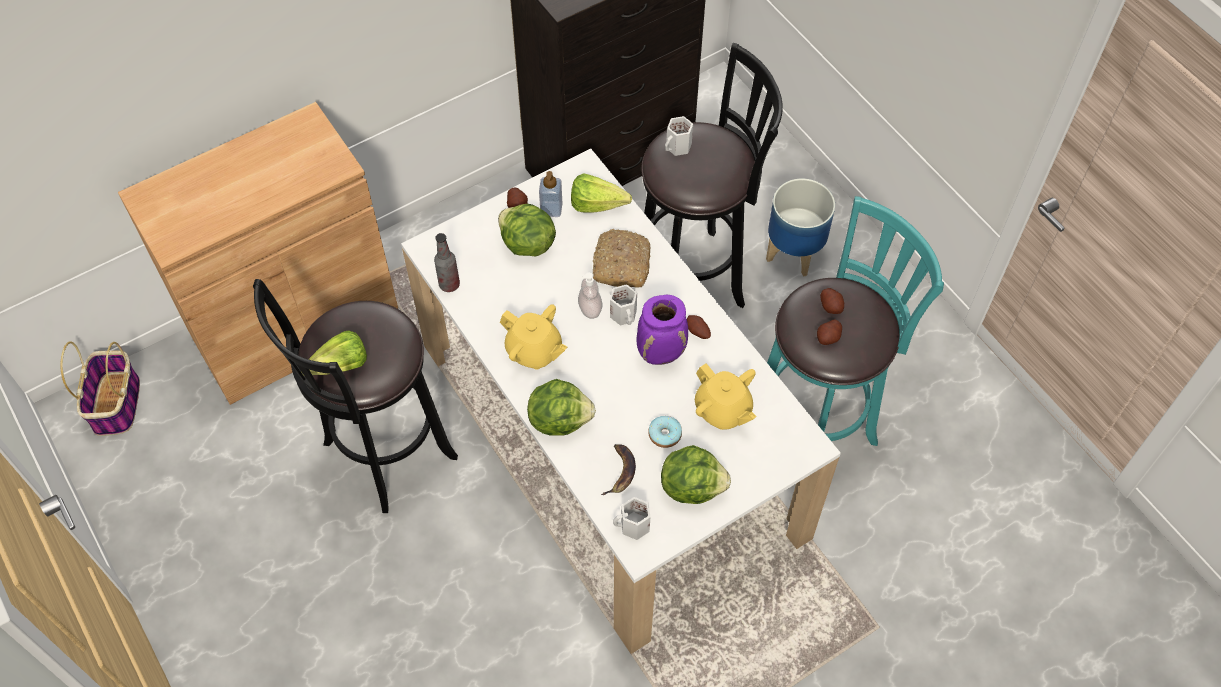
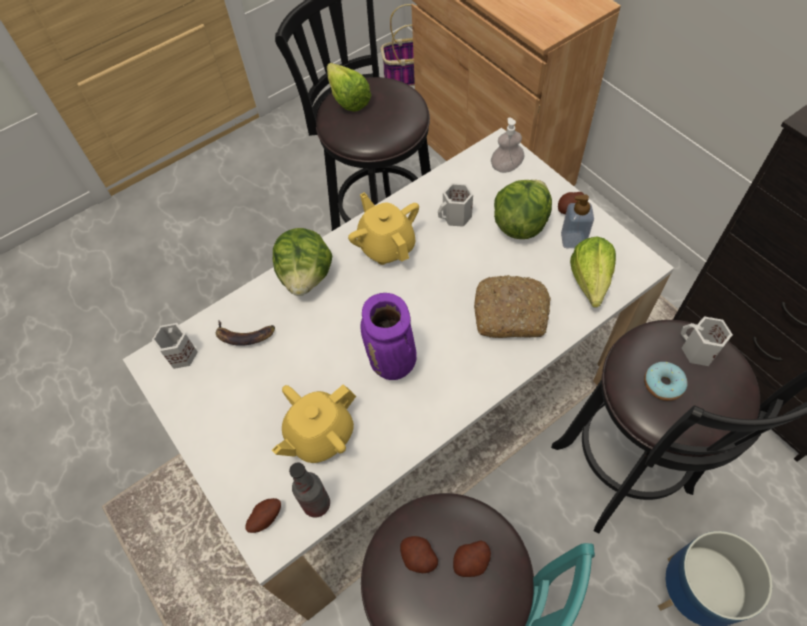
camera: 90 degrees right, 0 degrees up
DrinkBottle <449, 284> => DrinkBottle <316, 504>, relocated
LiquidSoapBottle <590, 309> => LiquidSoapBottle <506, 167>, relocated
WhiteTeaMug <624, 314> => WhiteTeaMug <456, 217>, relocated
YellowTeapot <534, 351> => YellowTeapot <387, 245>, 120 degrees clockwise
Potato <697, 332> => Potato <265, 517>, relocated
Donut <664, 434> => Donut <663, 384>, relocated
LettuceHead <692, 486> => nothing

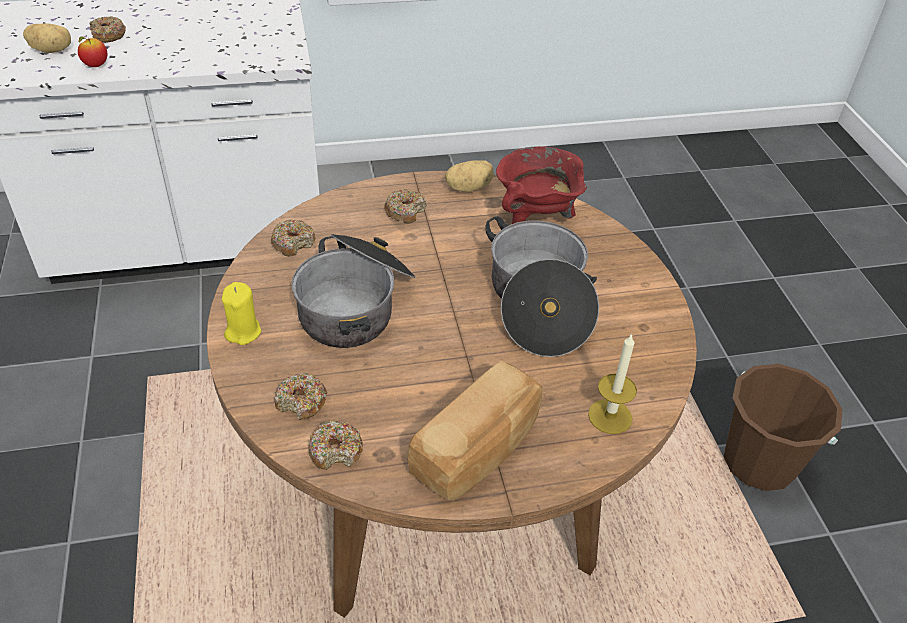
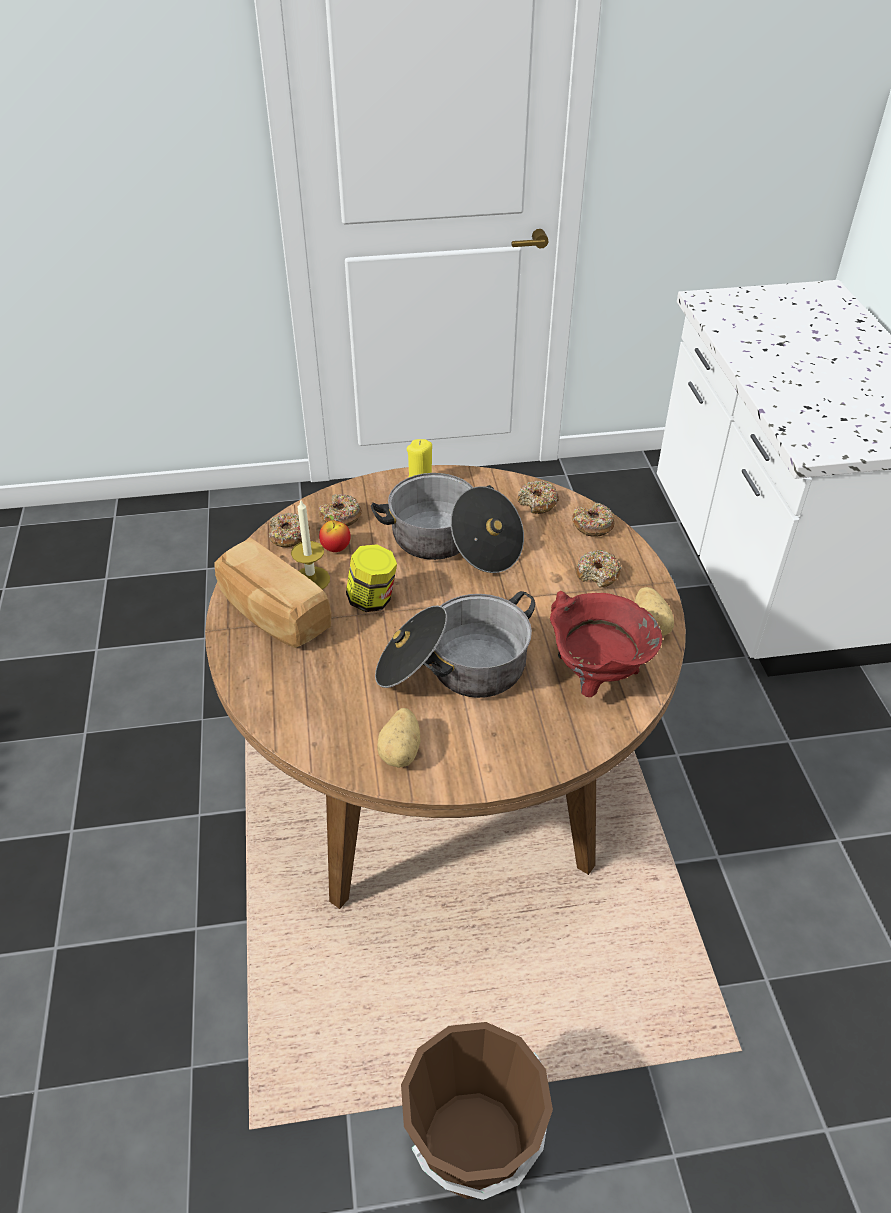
camera: 95 degrees right, 0 degrees up
Donut <108, 35> => Donut <592, 525>, relocated
Potato <52, 50> => Potato <401, 751>, relocated
Apple <96, 65> => Apple <335, 548>, relocated
Candle <610, 416> => Candle <311, 579>, relocated
nothing => PreserveJar <372, 600>

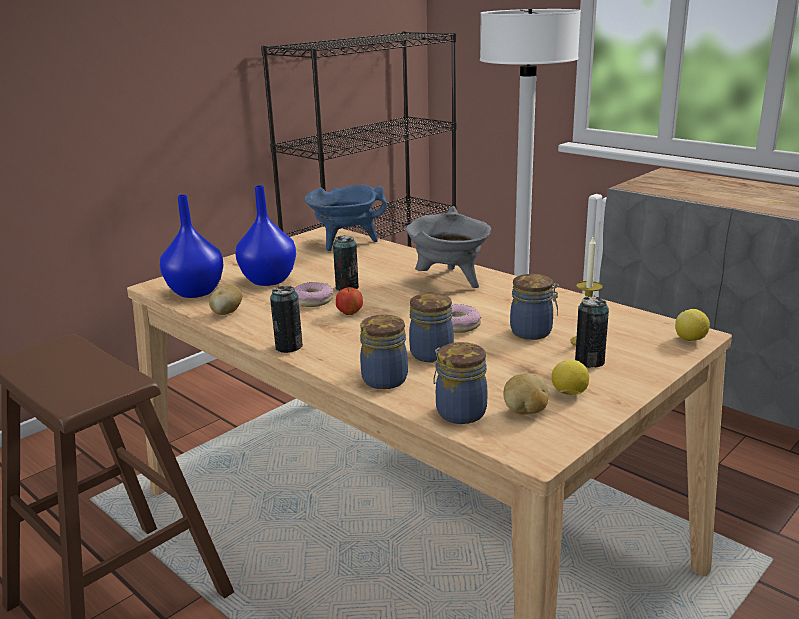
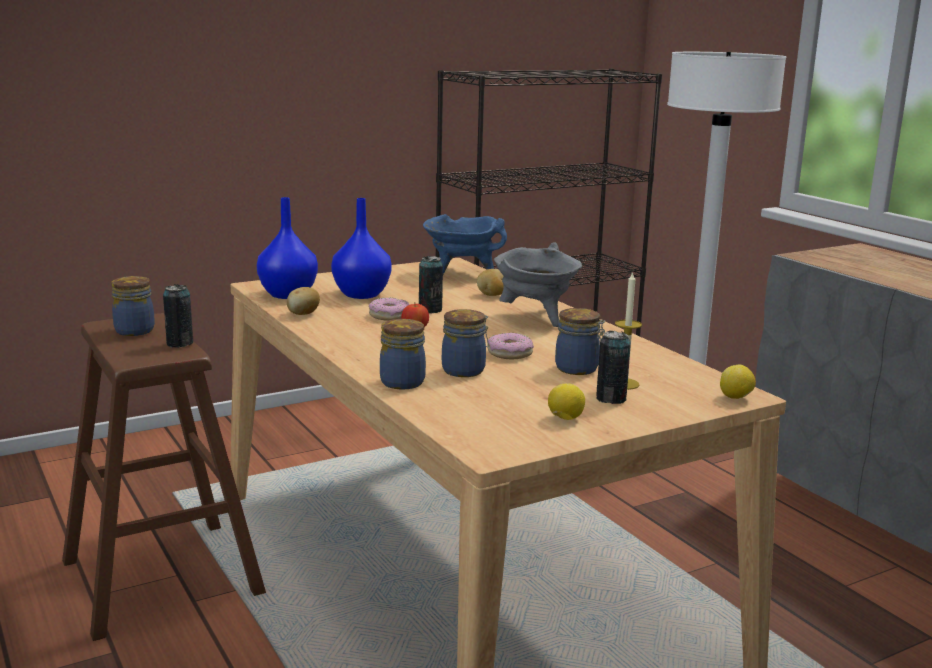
camera: 15 degrees right, 5 degrees down
Can <289, 347> => Can <180, 343>, relocated
PreserveJar <459, 412> => PreserveJar <134, 330>, relocated
Potato <525, 411> => Potato <492, 295>, relocated

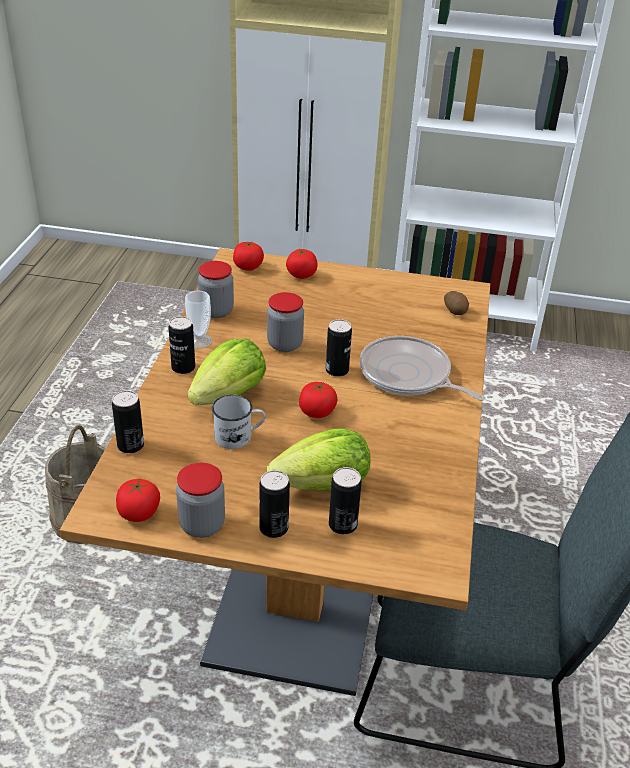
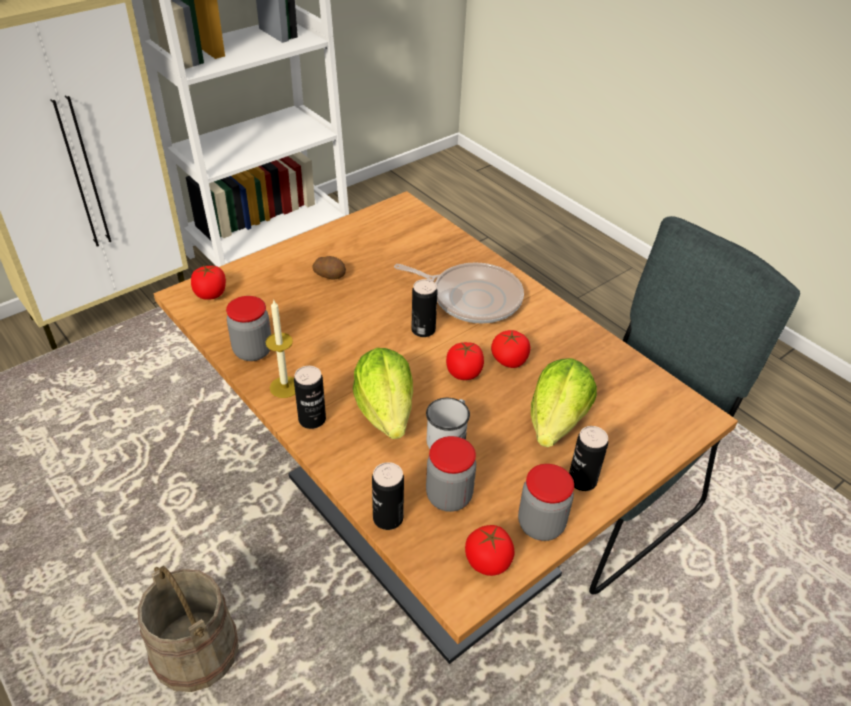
camera: 50 degrees left, 5 degrees up
WholeTomato <301, 274> => WholeTomato <509, 360>, relocated
Cup <199, 341> => Candle <284, 387>
Potato <455, 310> => Potato <330, 275>, relocated
PreserveJar <284, 344> => PreserveJar <449, 496>, relocated
Skillet <408, 375> => Skillet <472, 298>, 150 degrees counterclockwise
Can <342, 525> => nothing

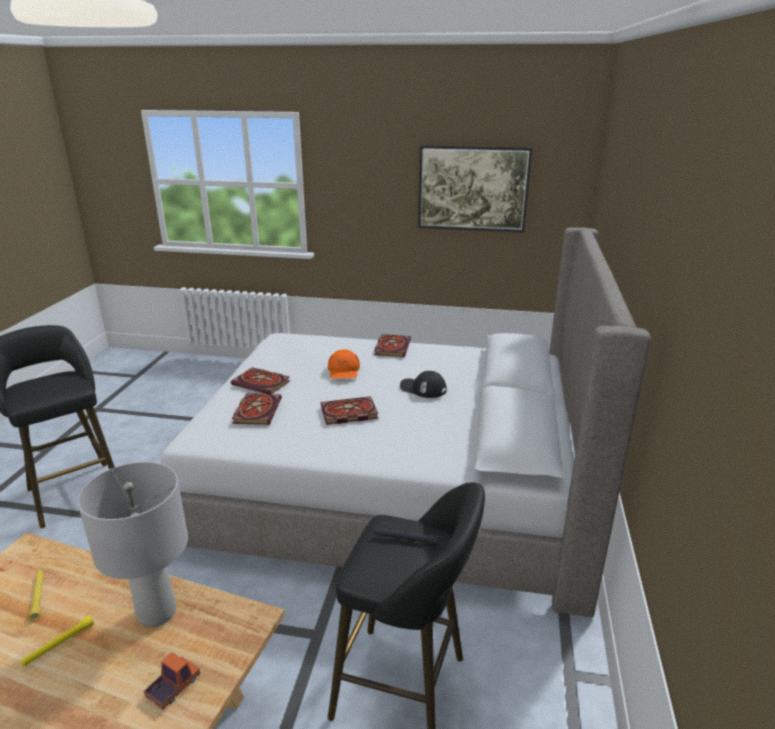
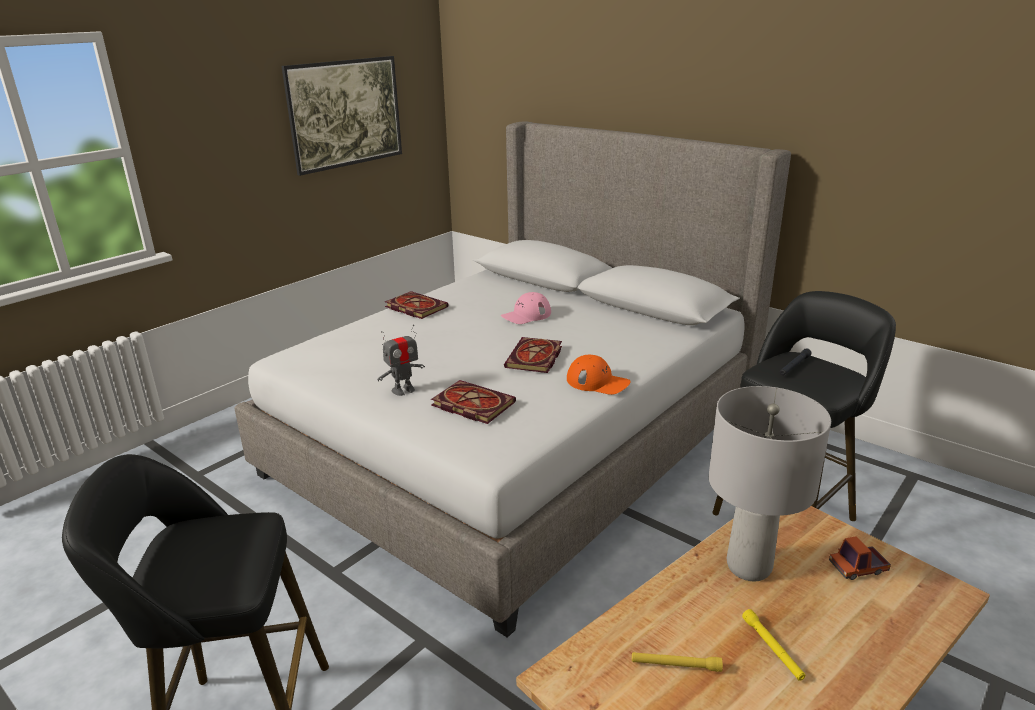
camera: 60 degrees left, 0 degrees up
OrangeColouredCap <343, 370> => OrangeColouredCap <598, 382>, relocated
Book <262, 383> => RobotFigure <403, 390>
BlackCap <423, 388> => PinkColouredCap <526, 315>
ModelTruck <173, 687> => ModelTruck <858, 568>, 75 degrees counterclockwise

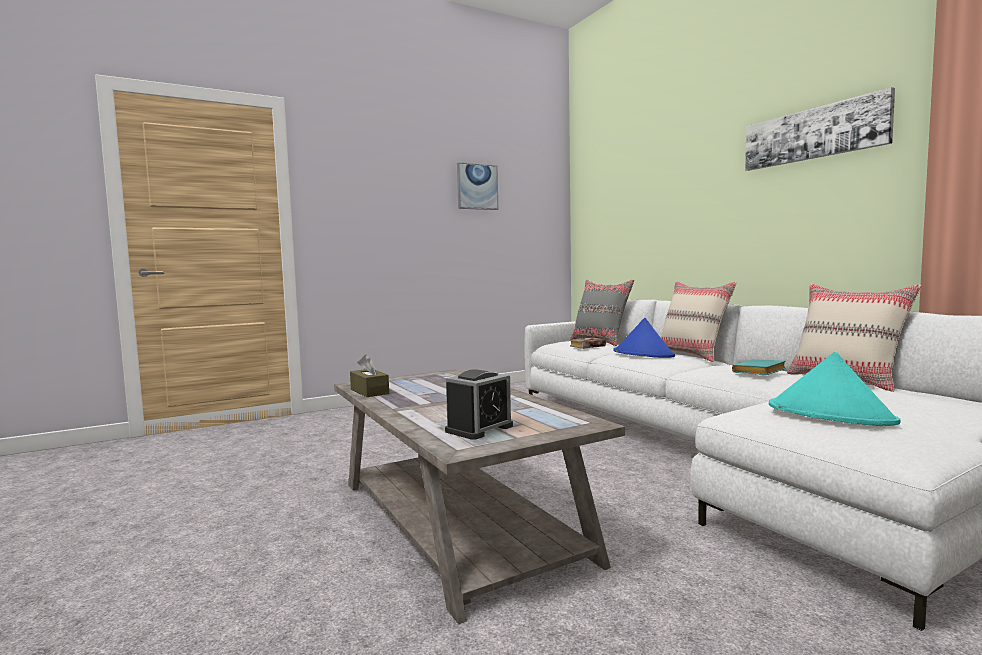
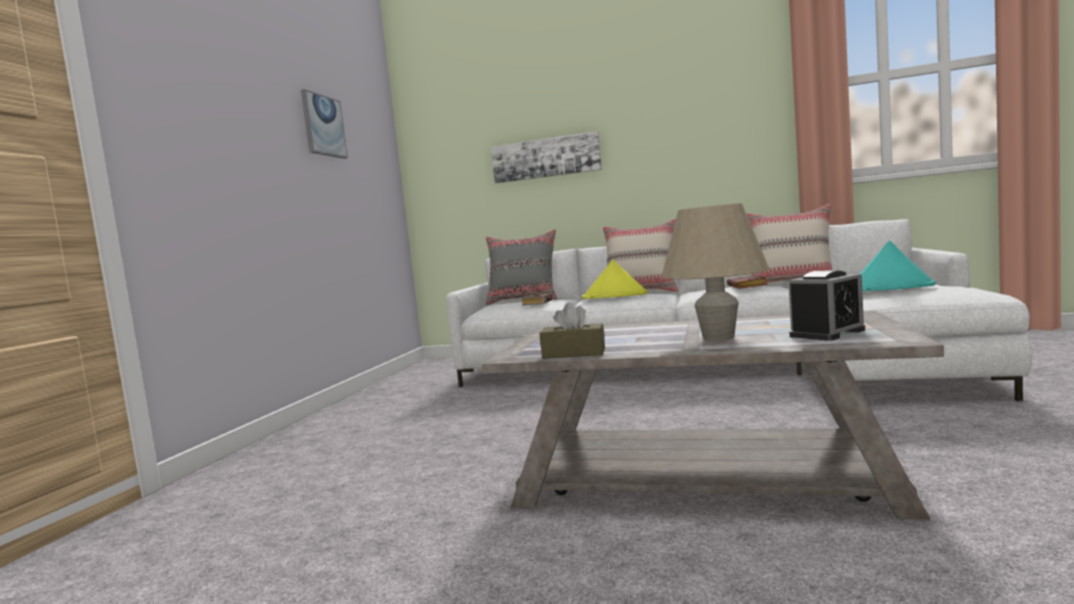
camera: 45 degrees left, 0 degrees up
Picture <813, 134> => Picture <545, 158>, relocated
BlueColouredWearableHat <643, 354> => YellowWearableHat <615, 296>
TurquoiseBook <760, 372> => BrownishBook <748, 286>
TableClock <479, 428> => TableClock <827, 333>, 60 degrees clockwise
nothing => BeigeColouredTableLamp <718, 337>

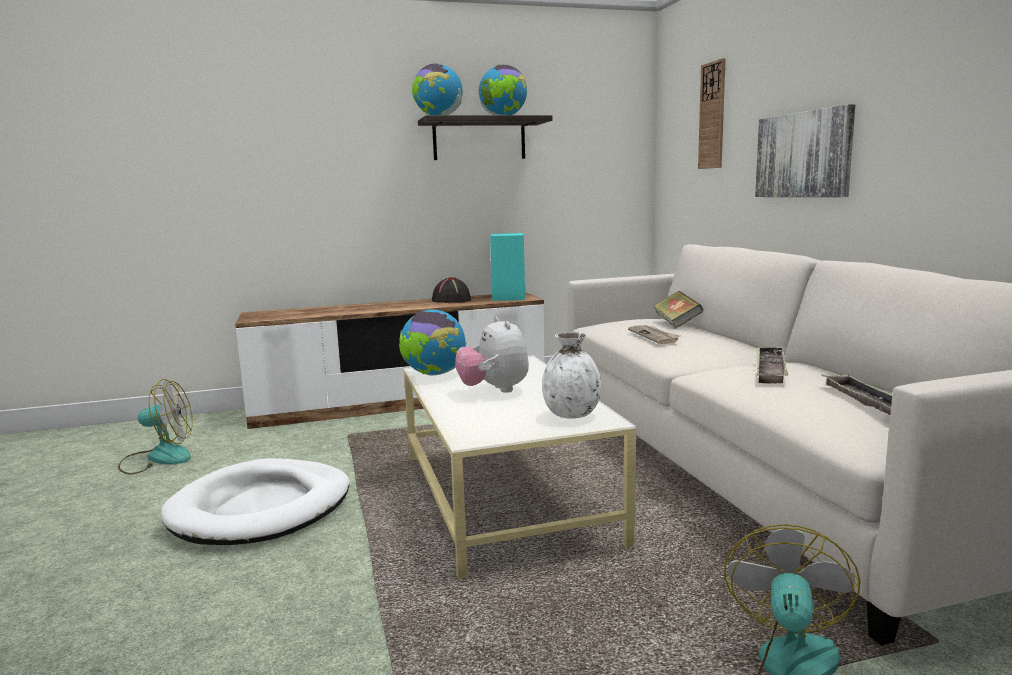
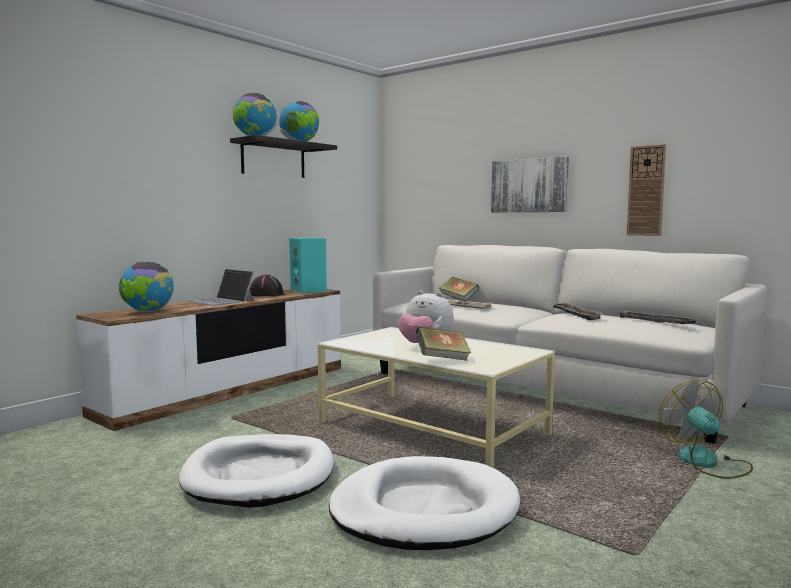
camera: 35 degrees left, 5 degrees down
ClockOnTheWall <712, 116> => ClockOnTheWall <646, 191>, relocated
WorldGlobe <434, 374> => WorldGlobe <148, 311>, relocated
WhiteVase <571, 415> => nothing
ElectricFan <158, 458> => nothing
nothing => NotebookComputer <222, 301>
nothing => Book <442, 359>
nothing => WhiteDogCushion <424, 510>

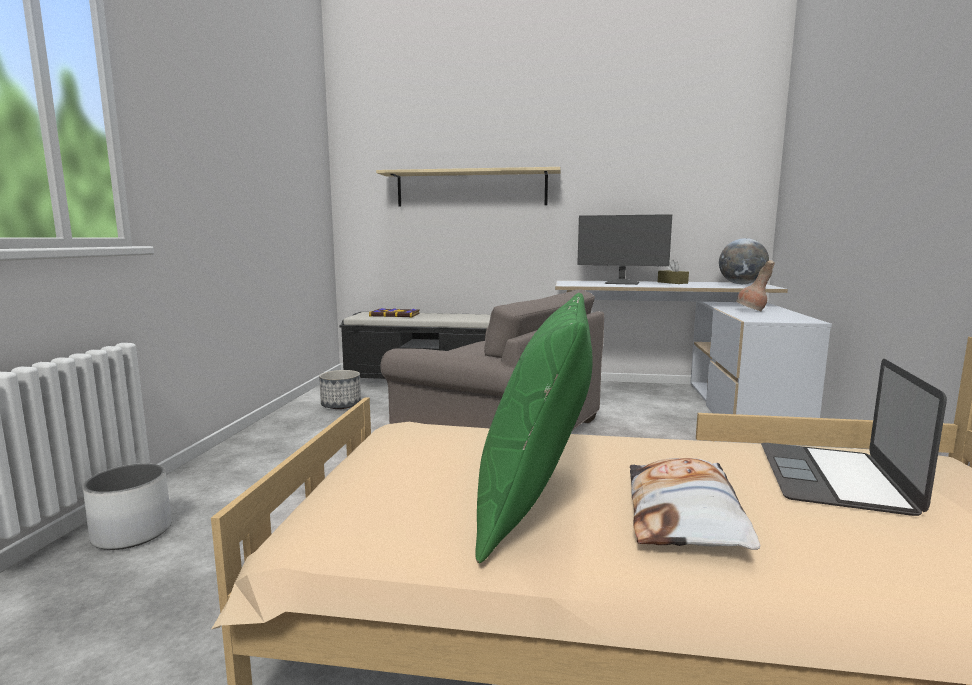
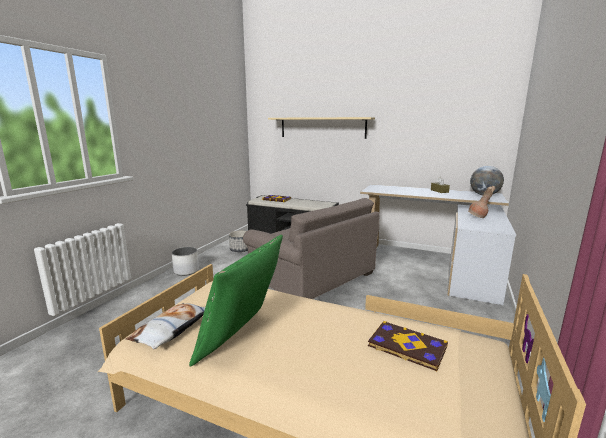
camera: 15 degrees right, 5 degrees up
Monitor <622, 283> => nothing
NotebookComputer <833, 477> => Book <407, 347>
Pillow <685, 515> => Pillow <172, 329>, relocated
WhitePlanter <132, 533> => WhitePlanter <186, 271>, relocated

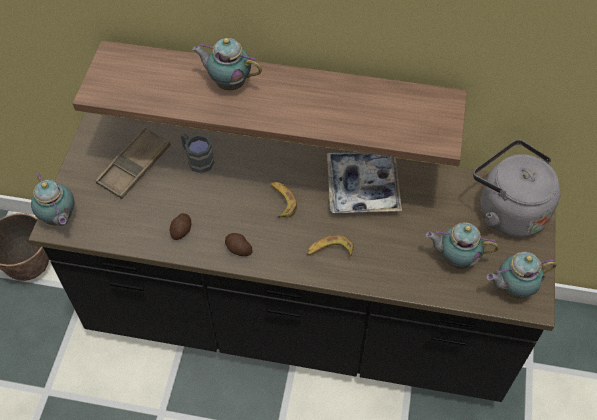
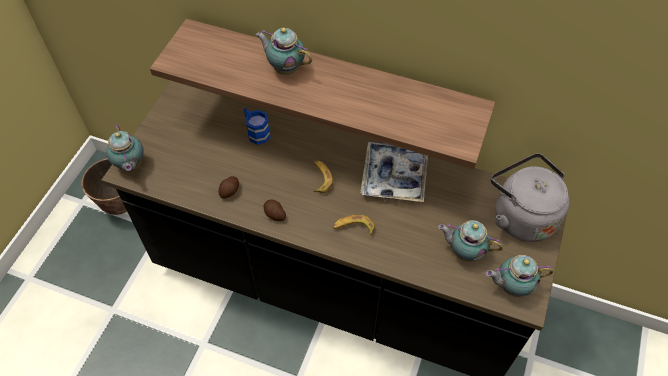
camera: 10 degrees right, 0 degrees up
BrownishTray <134, 166> => nothing
GreyishTeaMug <197, 159> => BlueColouredTeaMug <256, 132>

